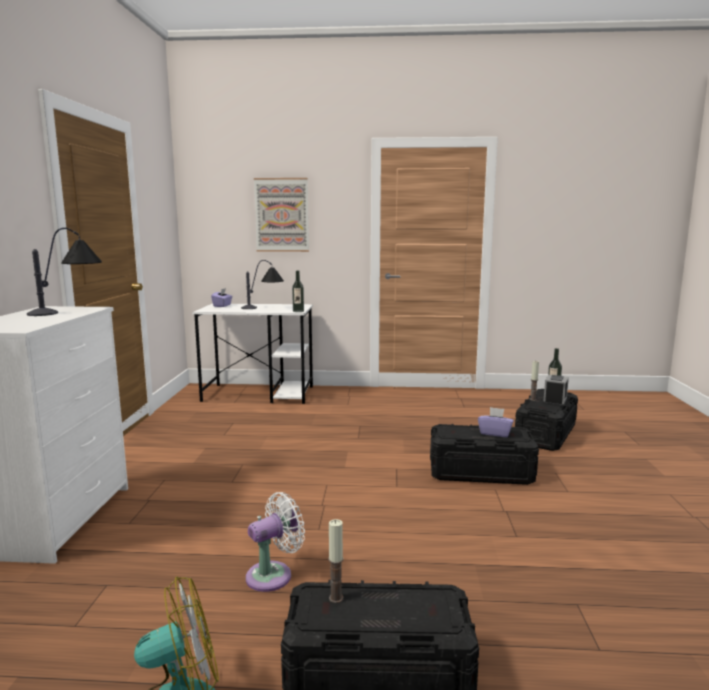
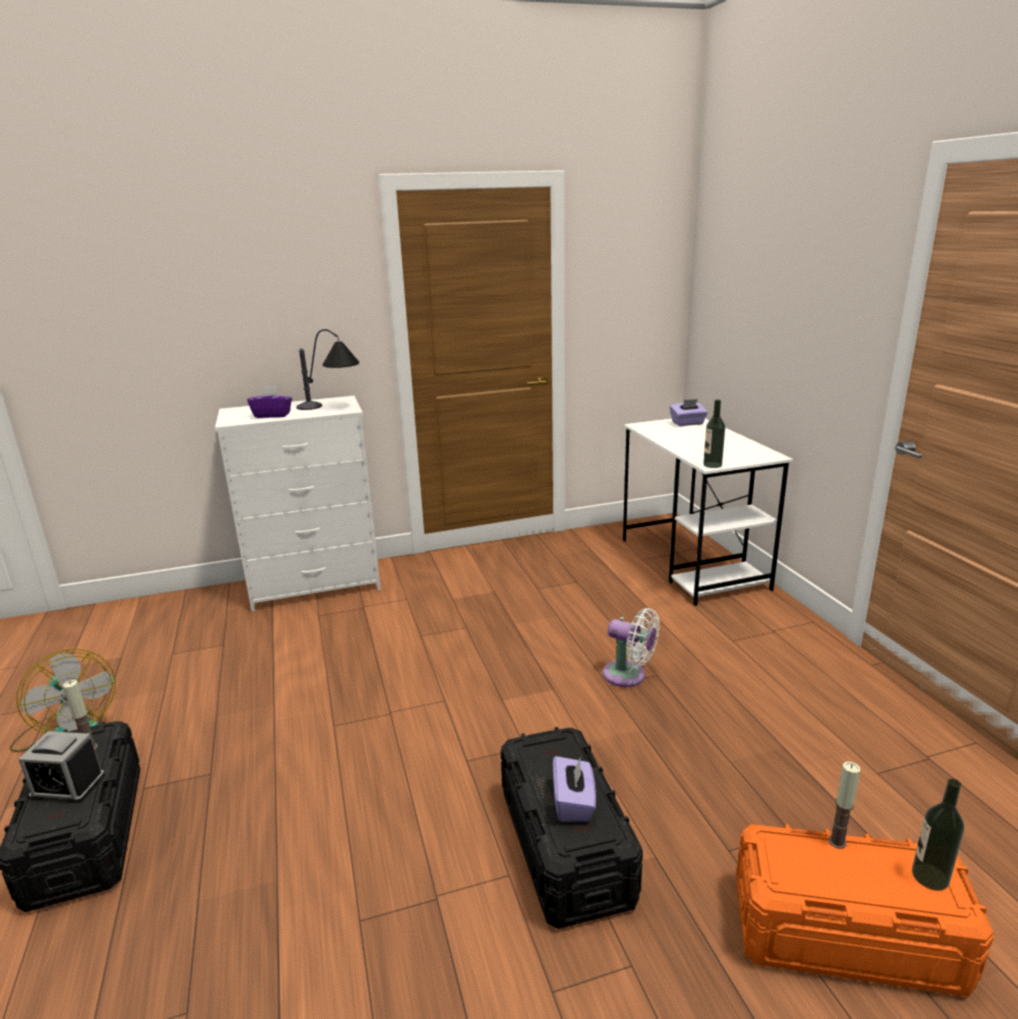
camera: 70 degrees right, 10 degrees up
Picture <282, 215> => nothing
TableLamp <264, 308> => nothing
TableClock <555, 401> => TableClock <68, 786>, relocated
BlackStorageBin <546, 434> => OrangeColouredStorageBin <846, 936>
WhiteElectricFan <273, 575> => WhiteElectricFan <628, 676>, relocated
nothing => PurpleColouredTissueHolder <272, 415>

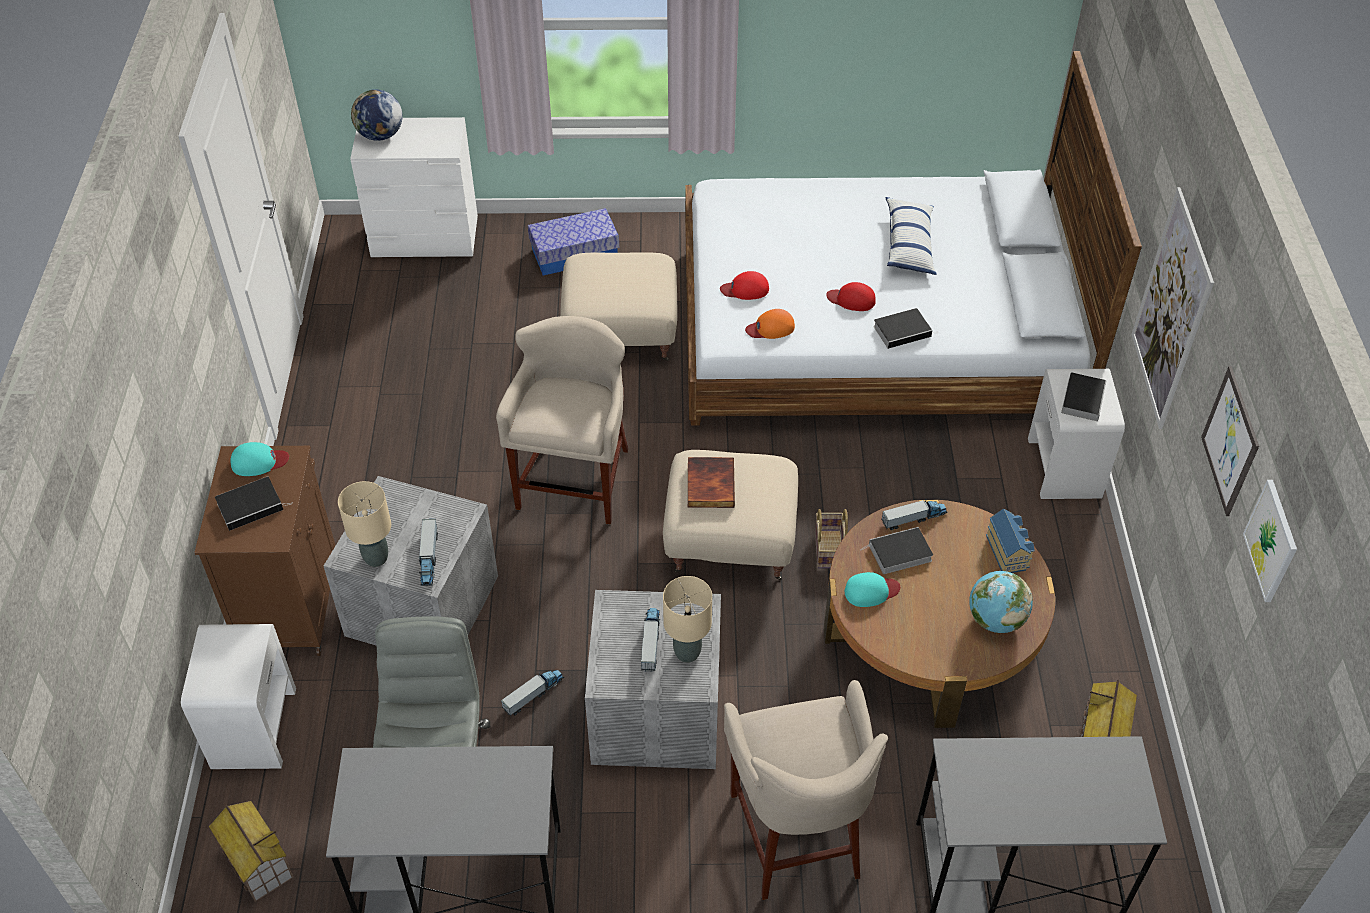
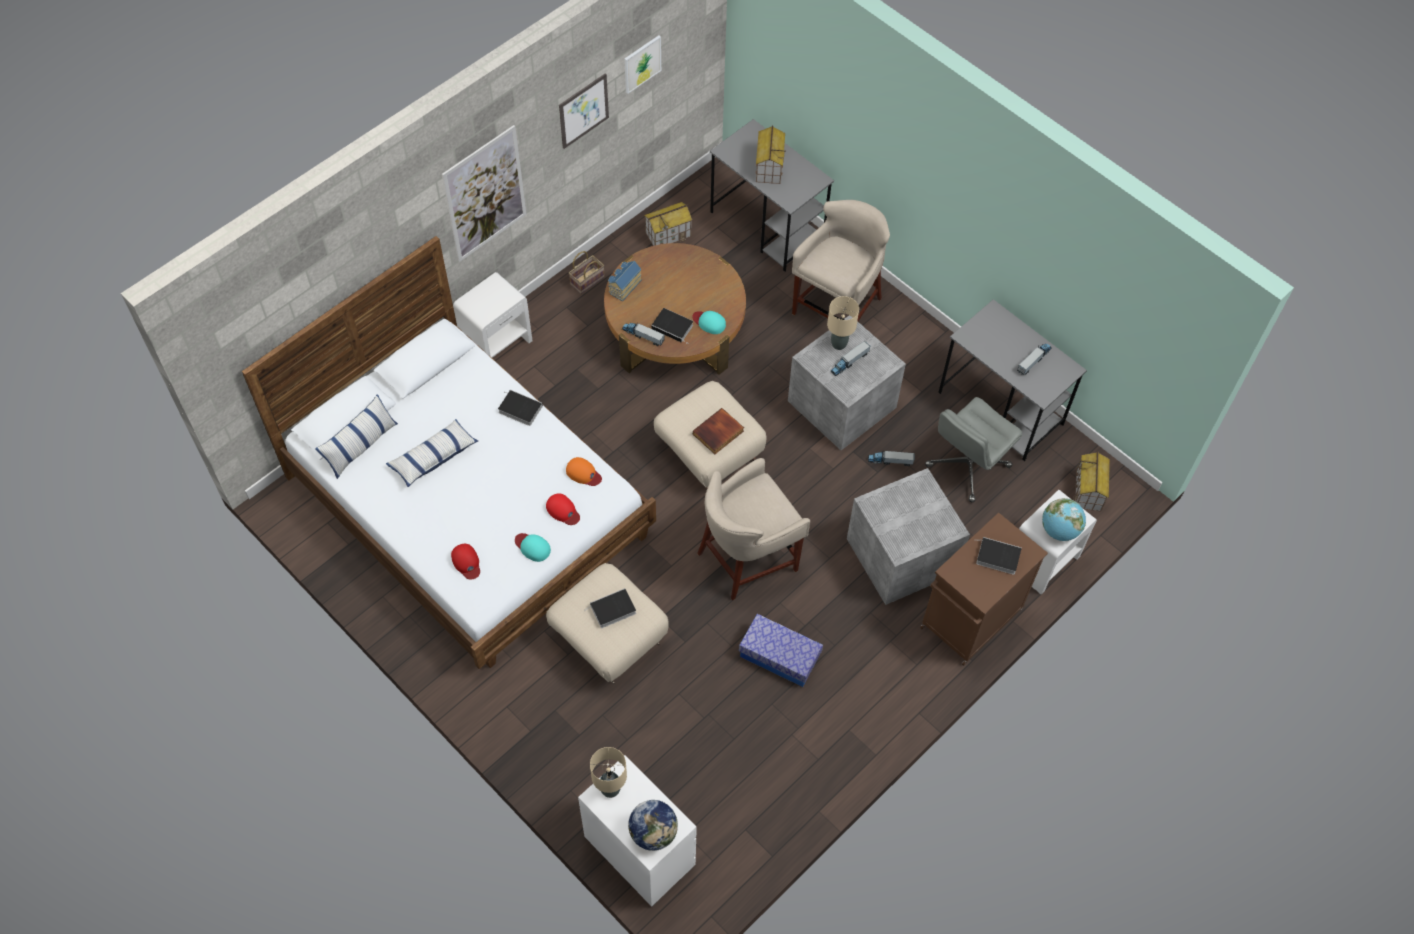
camera: 135 degrees left, 10 degrees up
StorageBin <574, 253> => StorageBin <779, 656>, relocated
ReddishCap <851, 299> => ReddishCap <466, 562>, relocated
Book <1083, 398> => Book <612, 610>, relocated
TurquoiseCap <259, 462> => TurquoiseCap <532, 547>, relocated
BeigeColouredTableLamp <376, 558> => BeigeColouredTableLamp <610, 789>, relocated
StorageBasket <830, 550> => StorageBasket <587, 279>, relocated
ModelTruck <429, 558> => ModelTruck <1034, 360>, relocated
WorldGlobe <995, 620> => WorldGlobe <1059, 530>, relocated
nothing => ModelHouse <769, 167>
nothing => Pillow <361, 446>

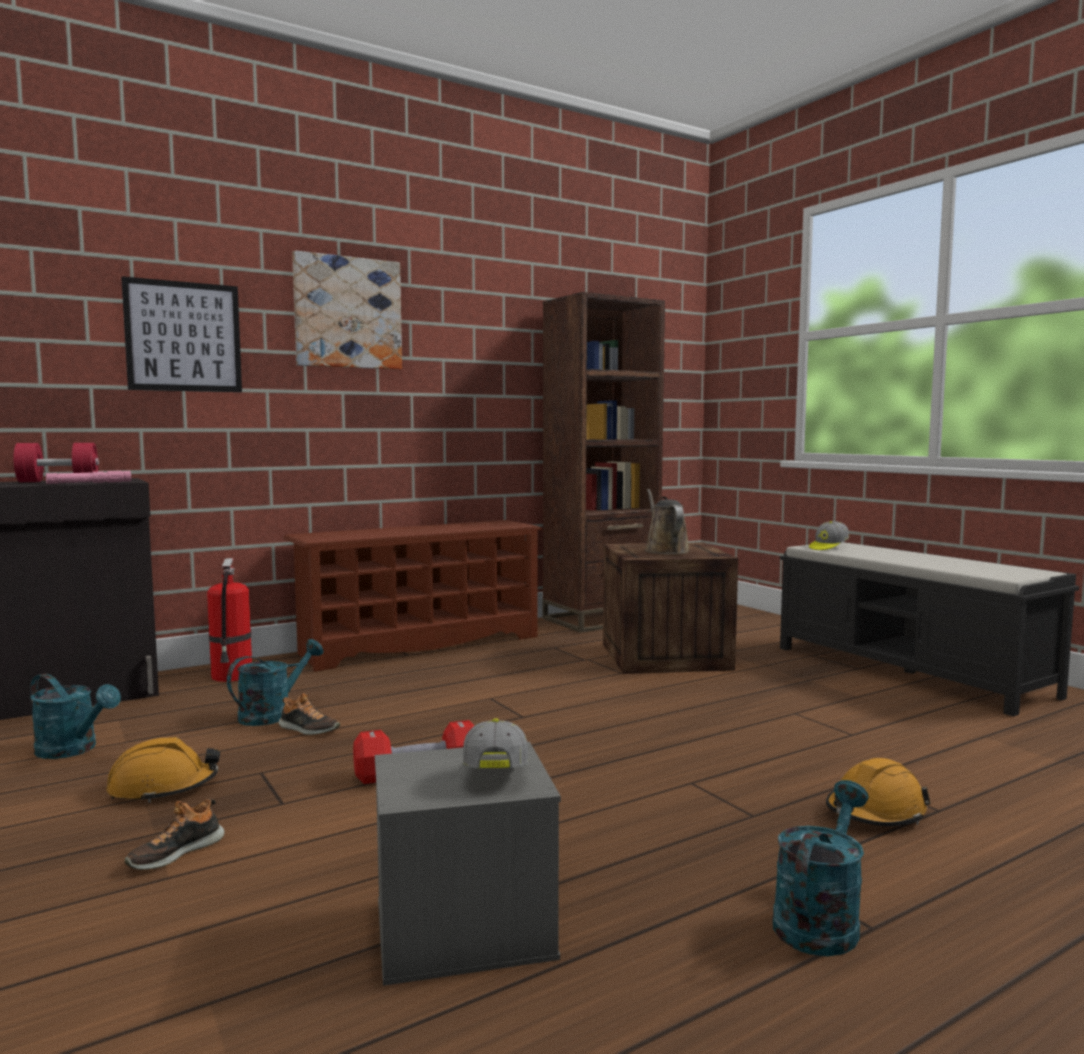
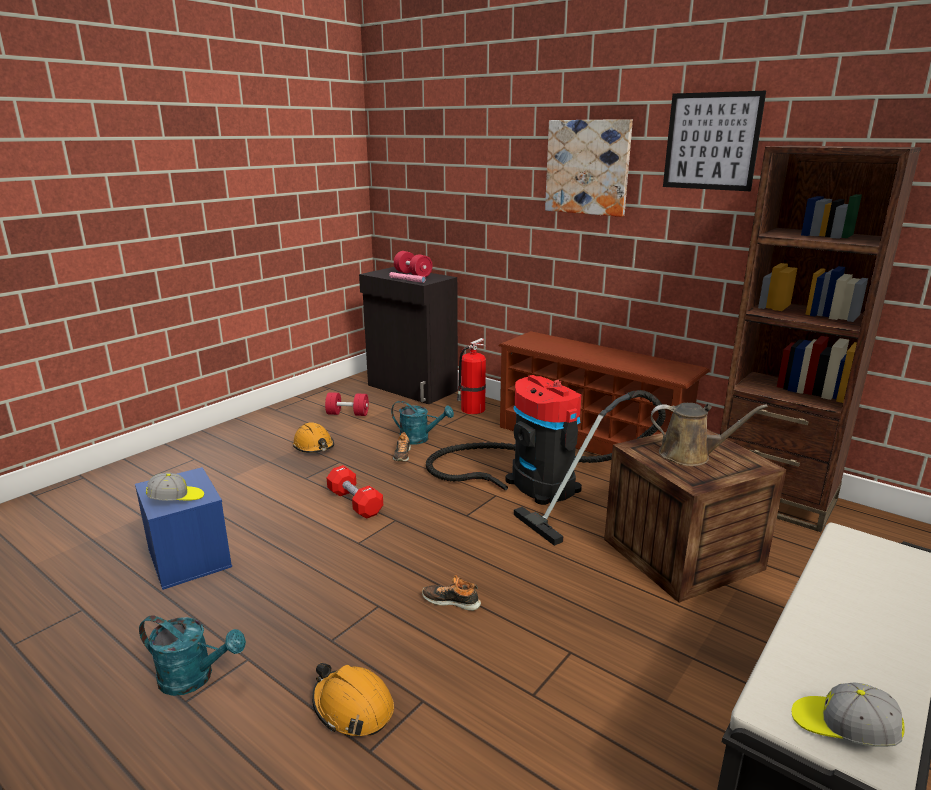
camera: 70 degrees right, 15 degrees up
Picture <183, 336> => Picture <711, 141>, relocated
BrownishWateringCan <665, 550> => BrownishWateringCan <690, 455>, 45 degrees clockwise
Cap <828, 547> => Cap <843, 729>, relocated
TurquoiseWateringCan <73, 750> => ReddishFreeWeight <348, 414>
GreyishStorageBin <461, 930> => BlueColouredStorageBin <188, 557>
Shoe <175, 853> => Shoe <451, 601>, relocated
nothing => Hoover <535, 483>

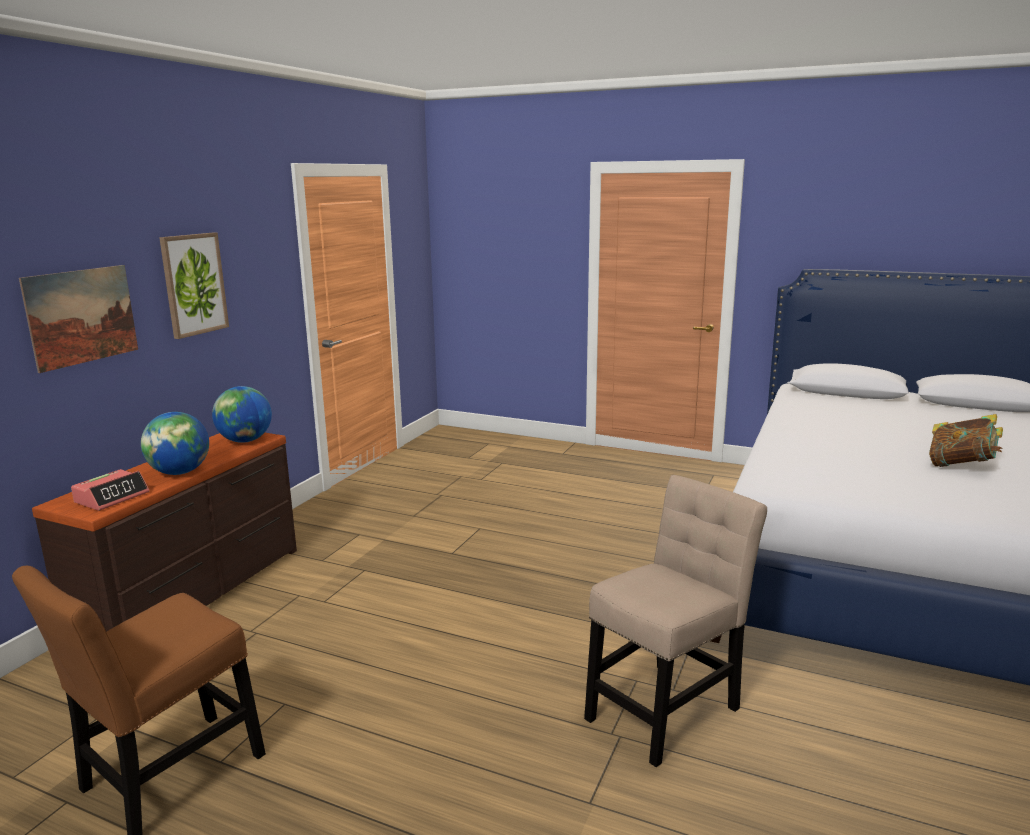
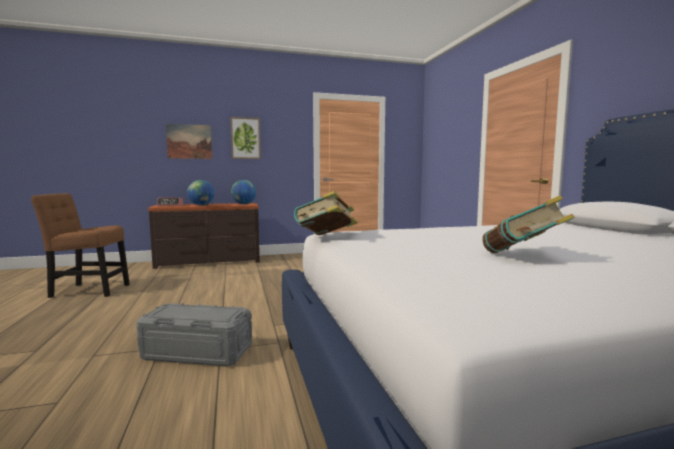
camera: 50 degrees right, 10 degrees down
BeigeColouredPlainChair <666, 708> => GreyishStorageBin <197, 352>
nothing => Book <326, 238>

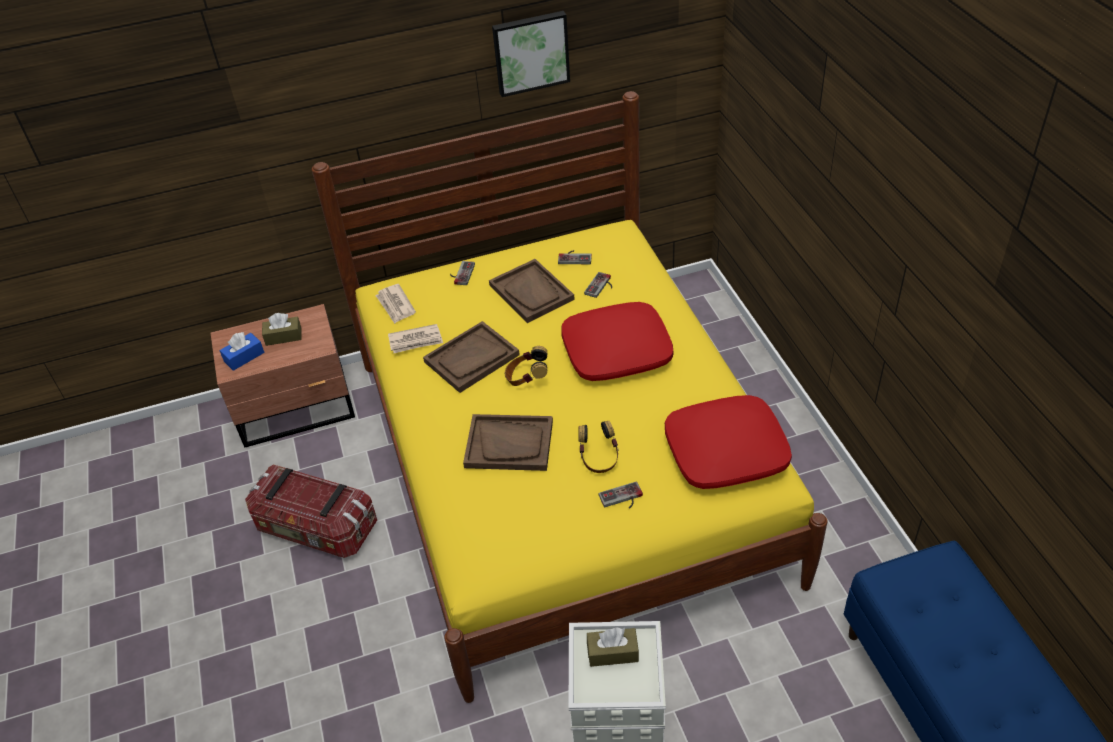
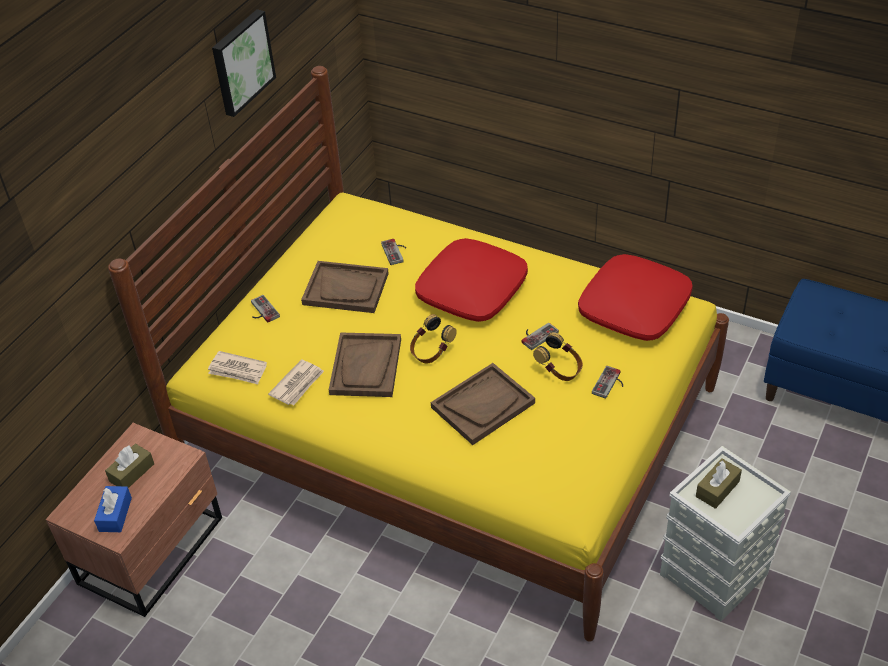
camera: 45 degrees left, 0 degrees up
GameController <575, 257> => GameController <537, 335>, relocated
StorageBin <316, 528> => nothing

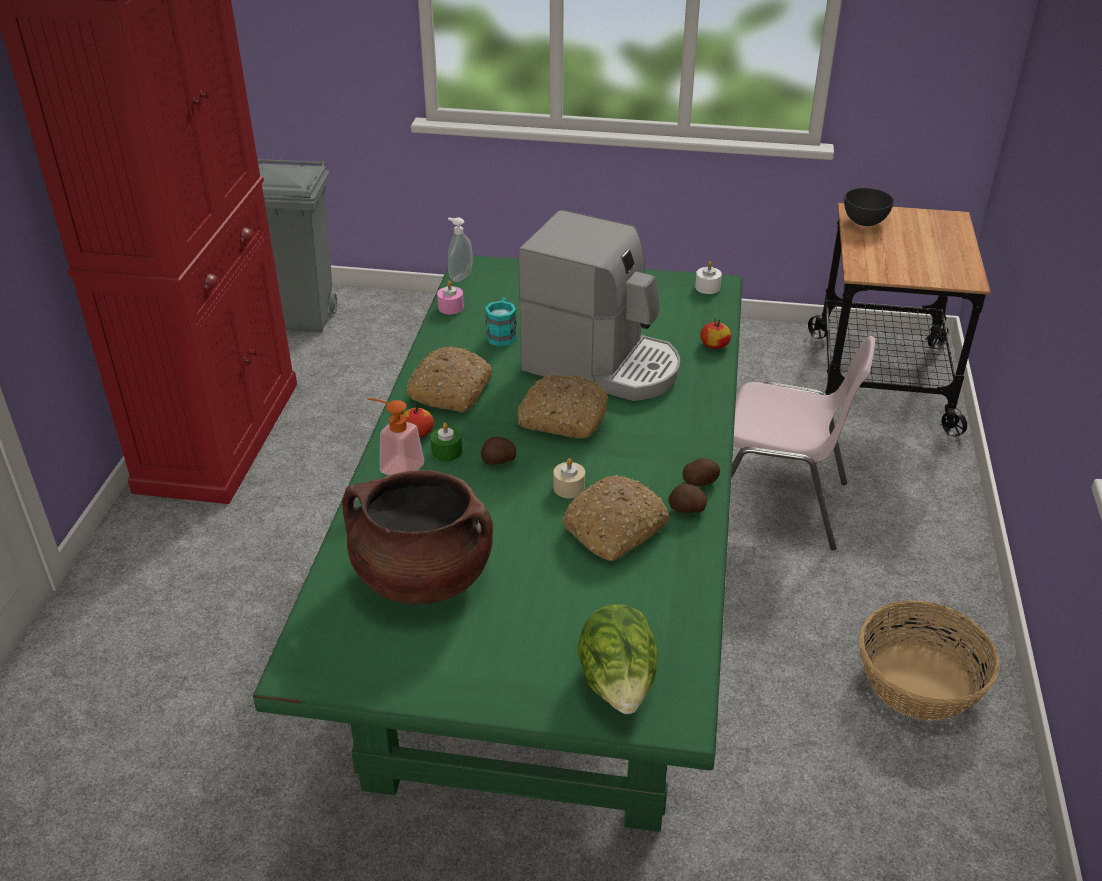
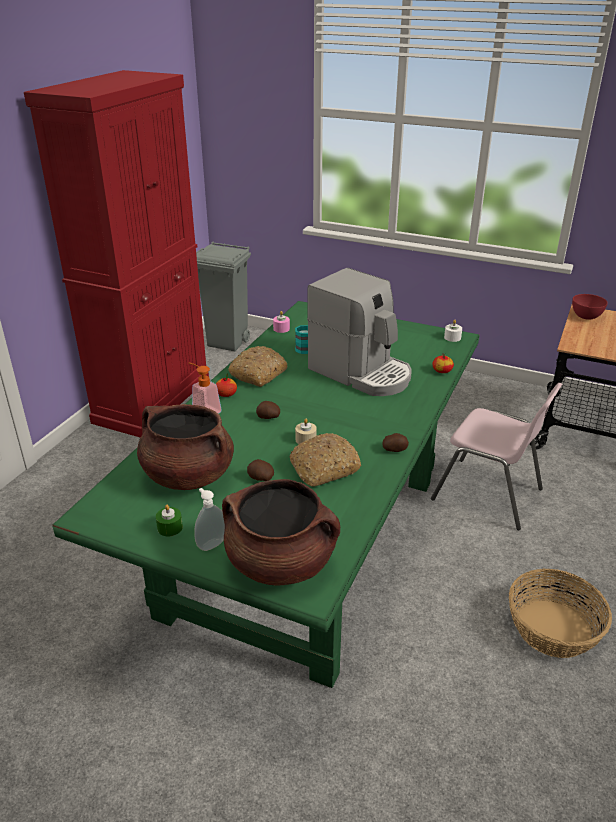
camera: 15 degrees right, 5 degrees down
GreyishServingBowl <864, 221> => ReddishServingBowl <586, 316>
LiquidSoapBottle <459, 276> => LiquidSoapBottle <211, 543>, relocated
BakedBread <562, 418> => nothing
GreenCandle <447, 451> => GreenCandle <170, 527>, relocated
Potato <686, 509> => Potato <260, 478>, relocated
LettuceHead <618, 684> => BrownishSaucepot <281, 562>

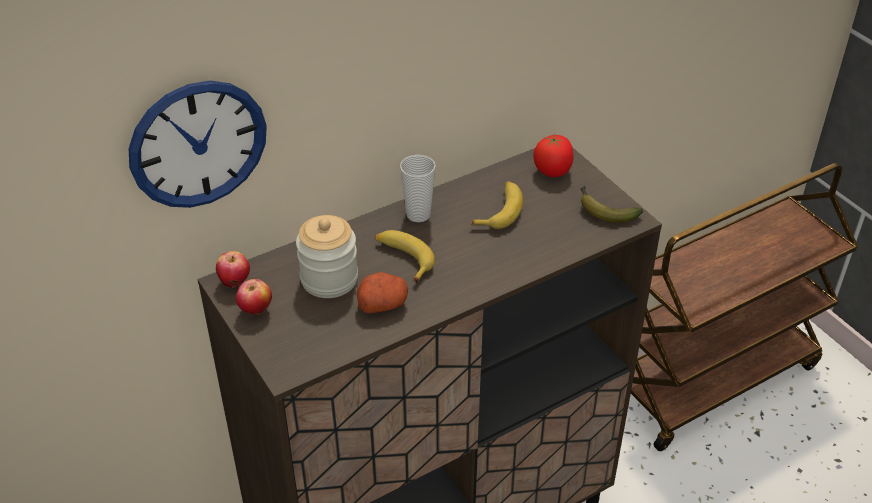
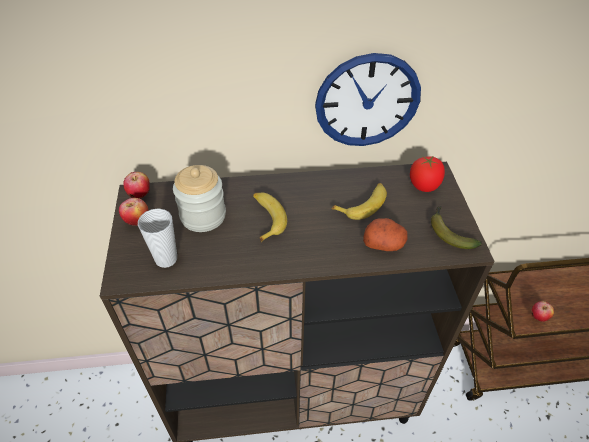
camera: 25 degrees right, 5 degrees up
ClockOnTheWall <198, 144> => ClockOnTheWall <367, 101>, relocated
Cup <418, 214> => Cup <166, 259>, relocated
Potato <383, 304> => Potato <384, 243>, relocated
nothing => Apple <538, 317>

